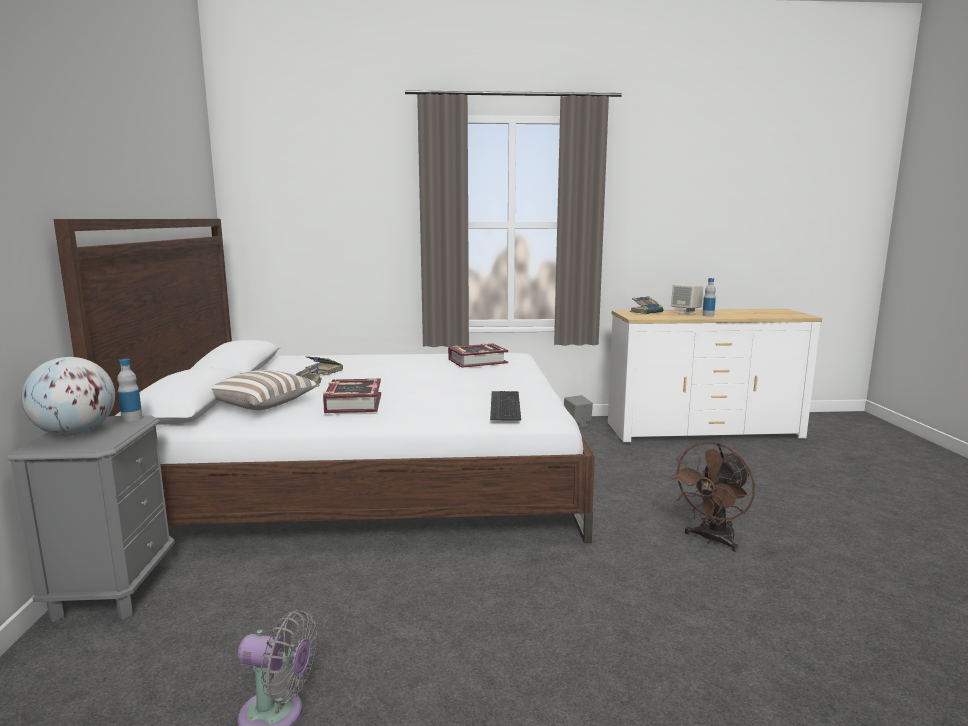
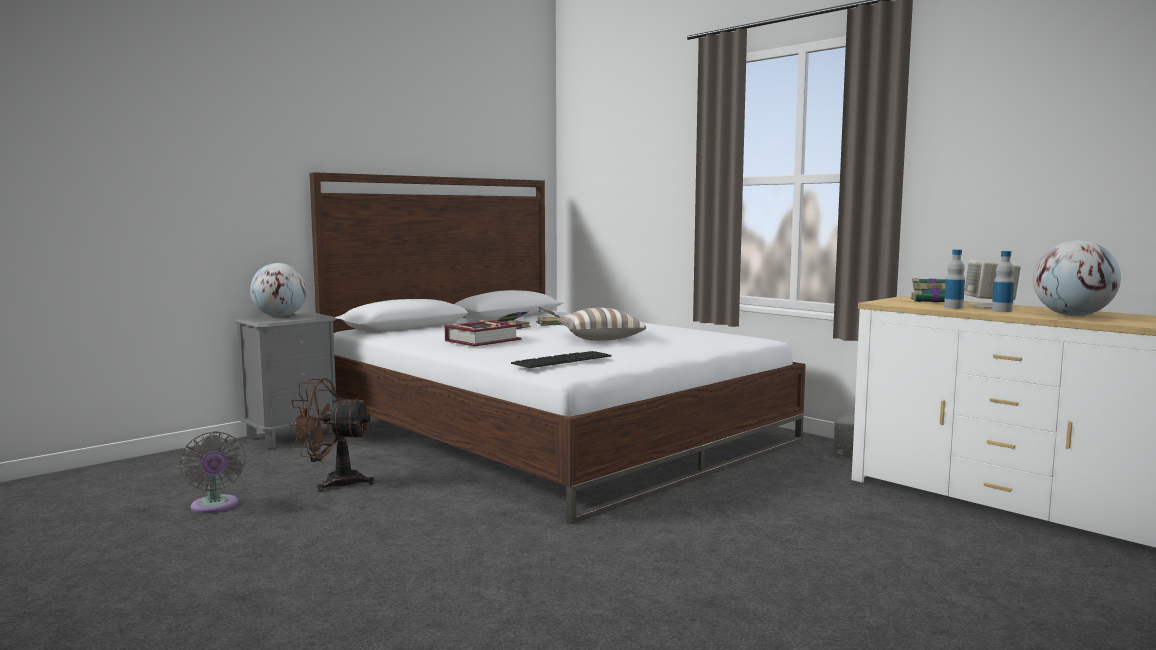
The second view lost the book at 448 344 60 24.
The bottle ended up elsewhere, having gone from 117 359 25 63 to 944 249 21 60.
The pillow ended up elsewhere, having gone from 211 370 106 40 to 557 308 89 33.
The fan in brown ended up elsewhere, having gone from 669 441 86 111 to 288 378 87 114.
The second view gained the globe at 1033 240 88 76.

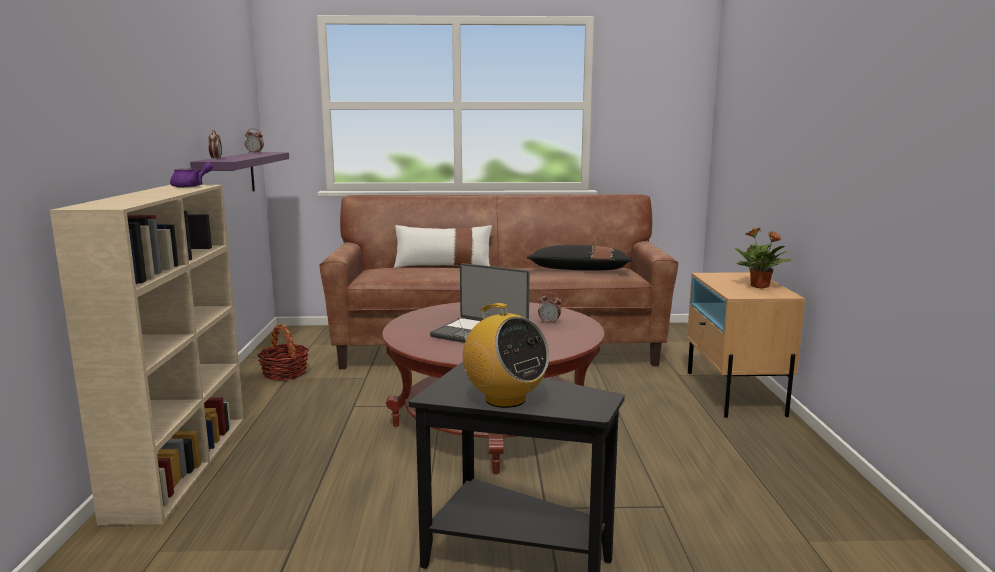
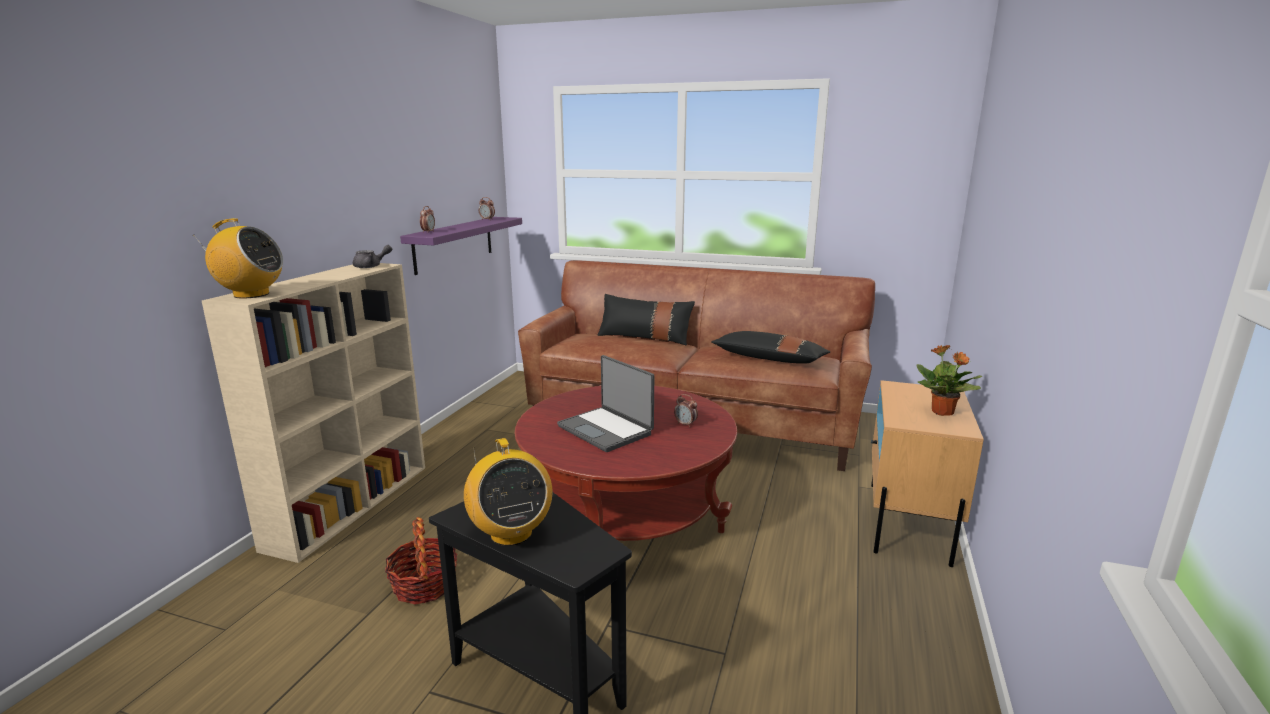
What was the teapot in purple at 170 162 43 26 turned into the teapot in grey at 353 245 39 23.
What was the pillow in white at 394 225 98 43 turned into the pillow in black at 597 294 98 52.
The basket ended up elsewhere, having gone from 257 324 52 57 to 385 517 72 88.
The second view gained the radio at 193 218 90 81.

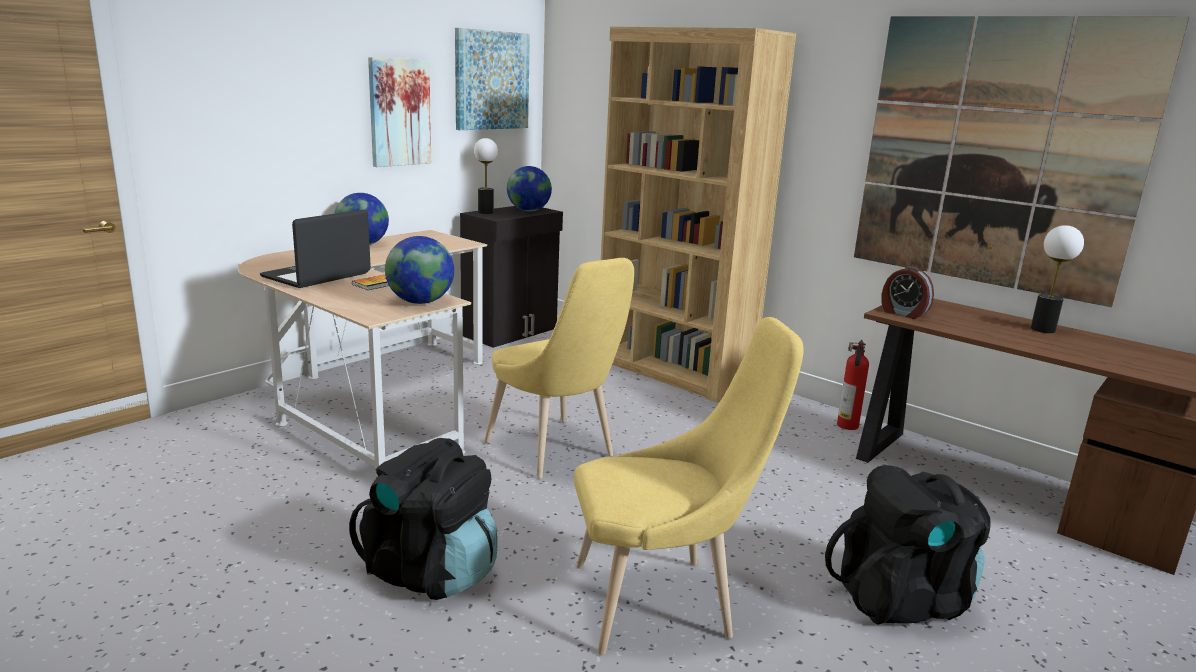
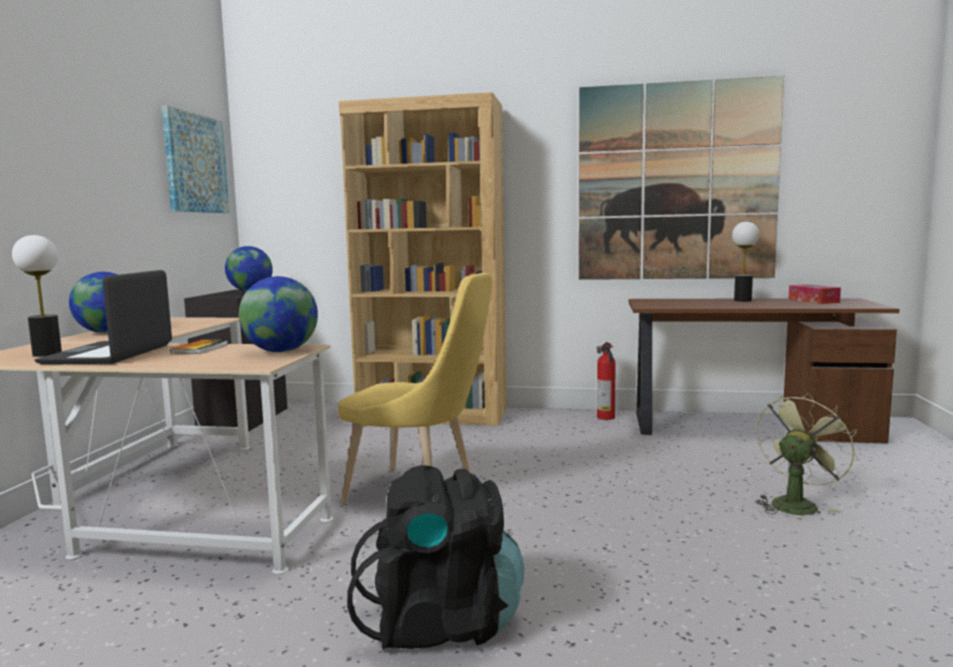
The second view lost the picture at 368 57 63 110.
The table lamp ended up elsewhere, having gone from 474 138 24 76 to 12 235 50 122.
The second view lost the alarm clock at 881 266 53 53.
The second view lost the chair in yellow at 574 317 229 338.
Where the backpack in black stood at 825 465 166 160, the fan in green came to stand at 755 392 102 123.
The second view gained the tissue box at 788 284 53 20.

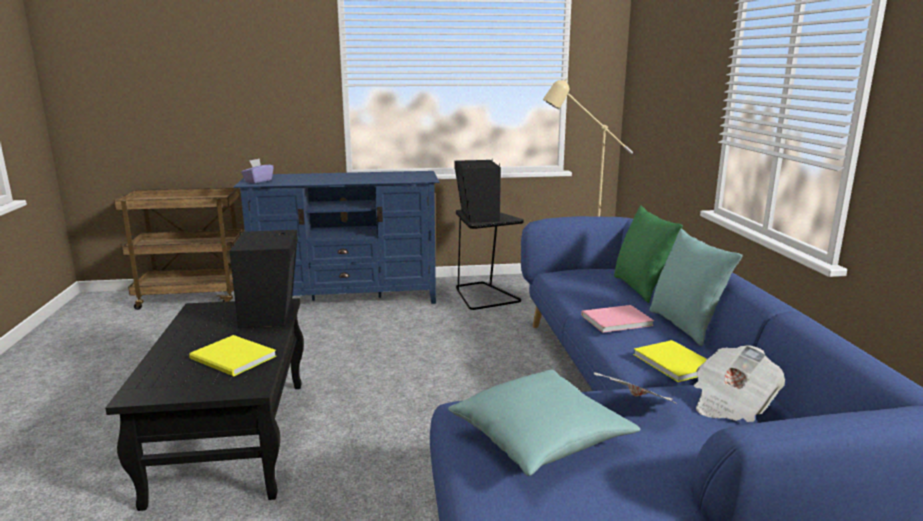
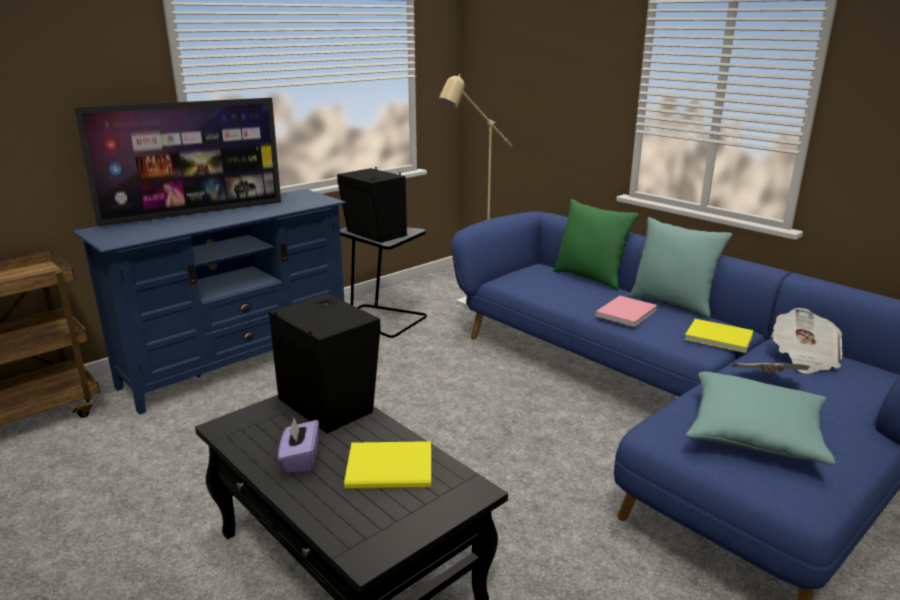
The tissue box in purple ended up elsewhere, having gone from 241 159 32 24 to 278 418 41 56.
The second view gained the television at 74 98 207 129.

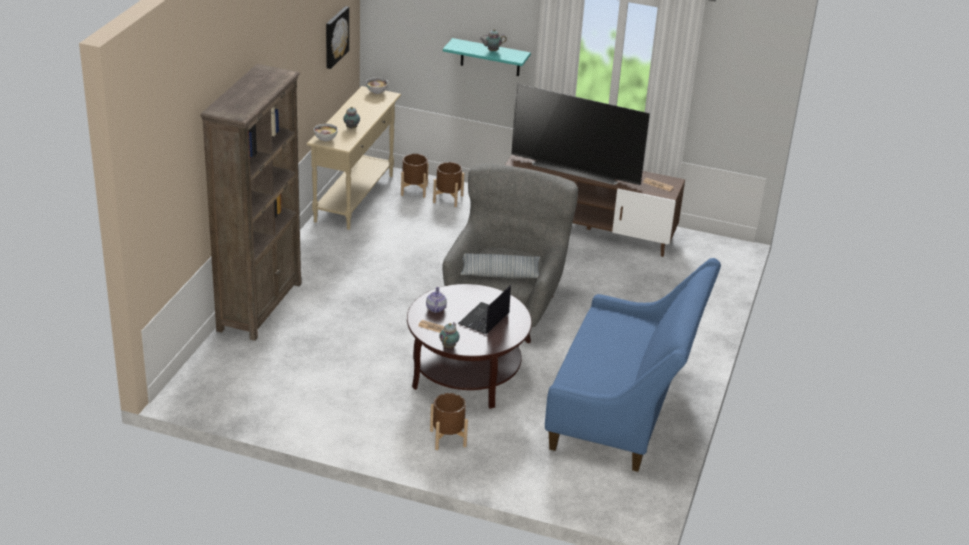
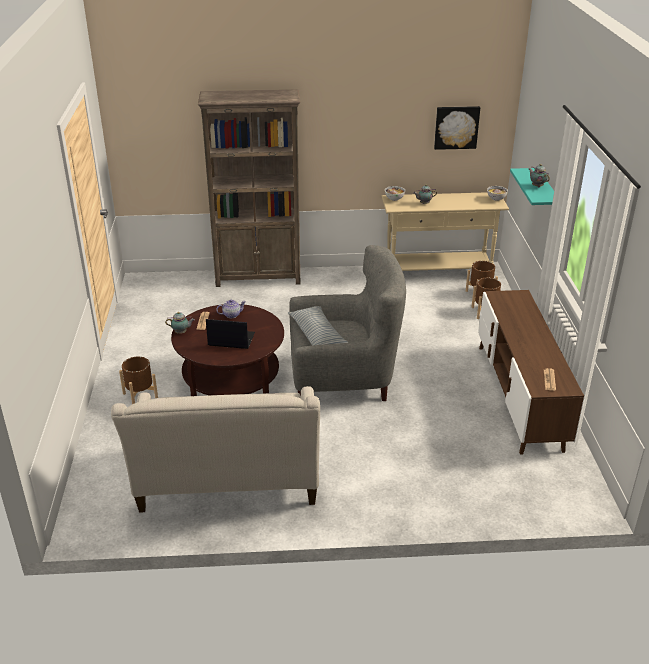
The second view lost the television at 511 84 139 101.
What was the sofa in blue at 545 258 176 214 turned into the sofa in beige at 111 386 209 127.

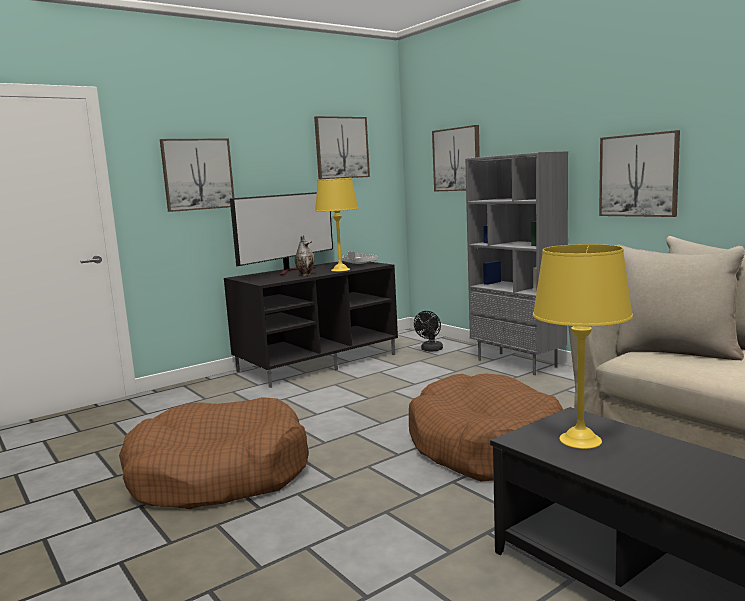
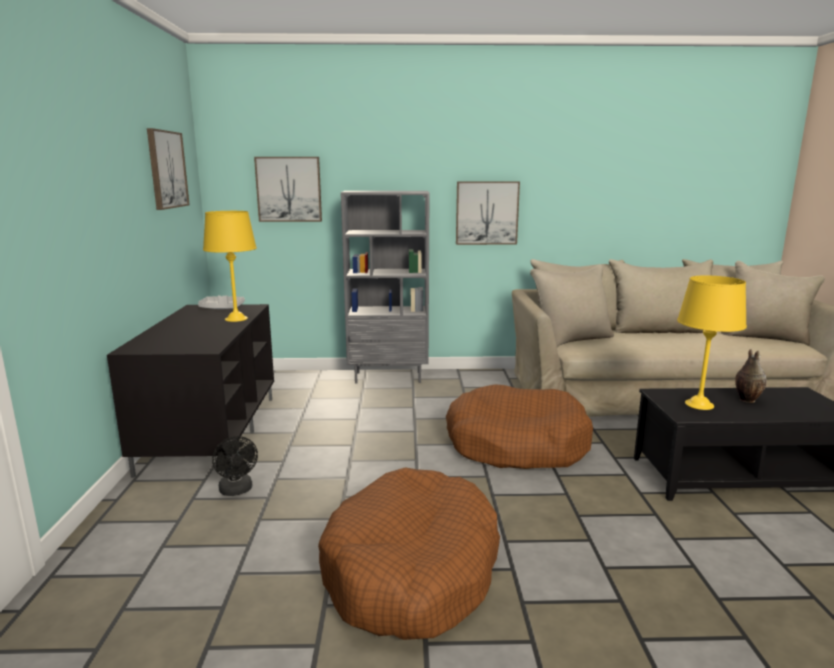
The second view lost the picture at 160 138 74 74.
The second view lost the television at 230 192 103 83.
The vase ended up elsewhere, having gone from 295 235 20 41 to 735 349 32 54.
The fan in black ended up elsewhere, having gone from 414 311 29 40 to 212 436 46 60.

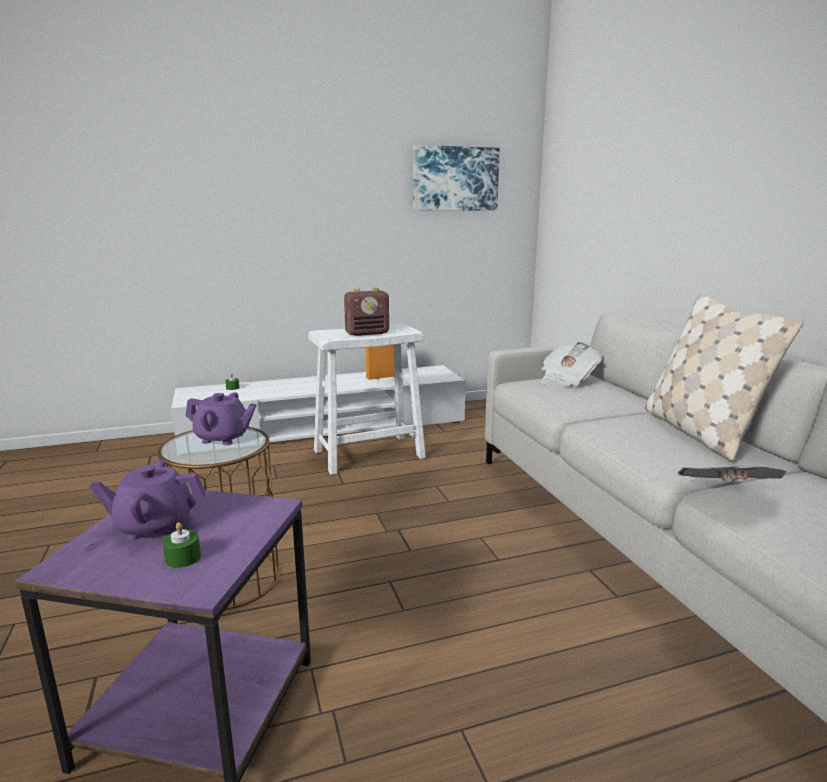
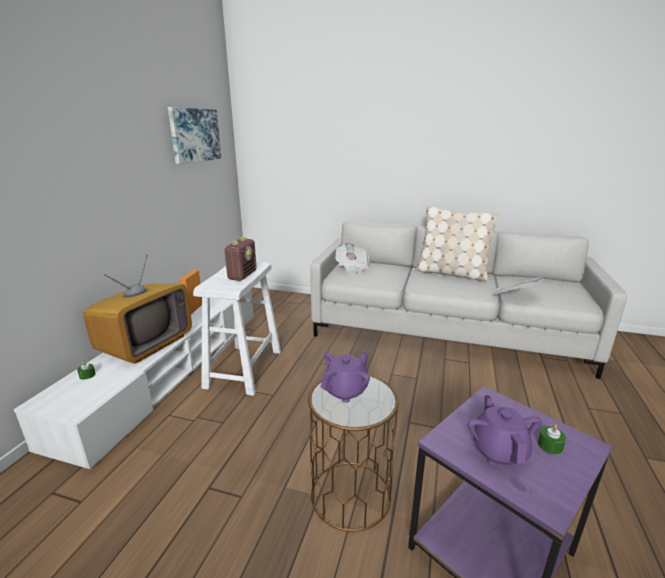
The teapot in purple at 90 459 116 81 ended up facing another way, 150 degrees clockwise from before.
The second view gained the television at 83 255 109 109.

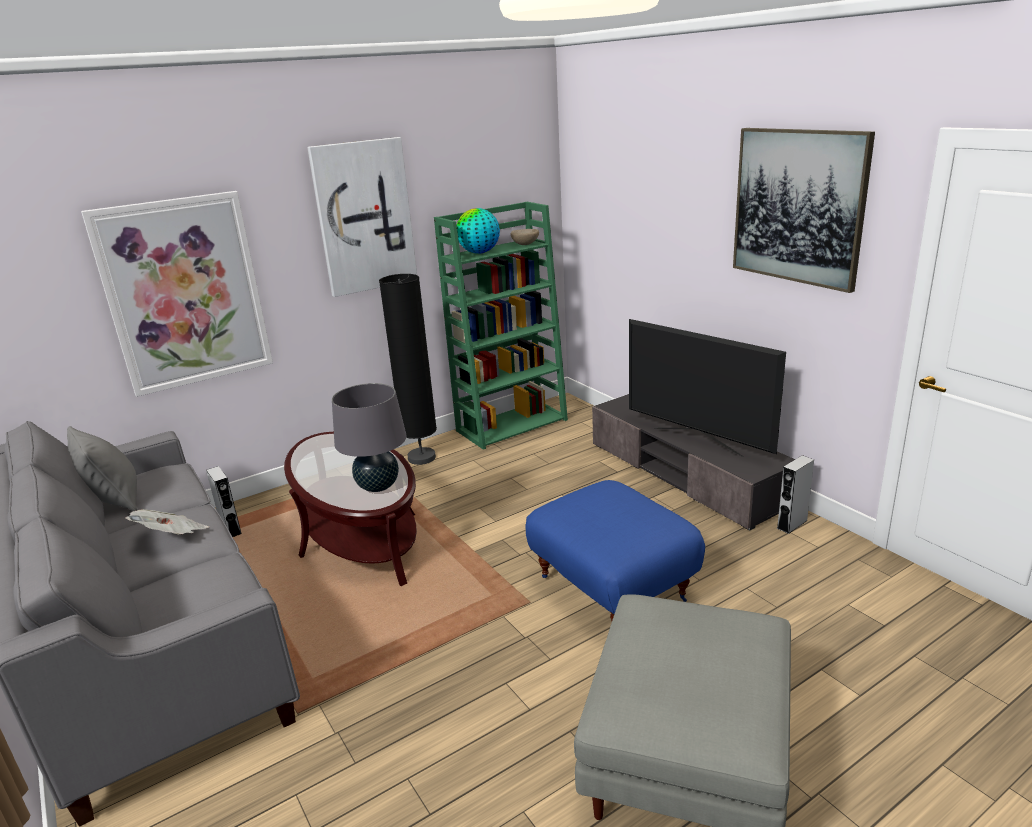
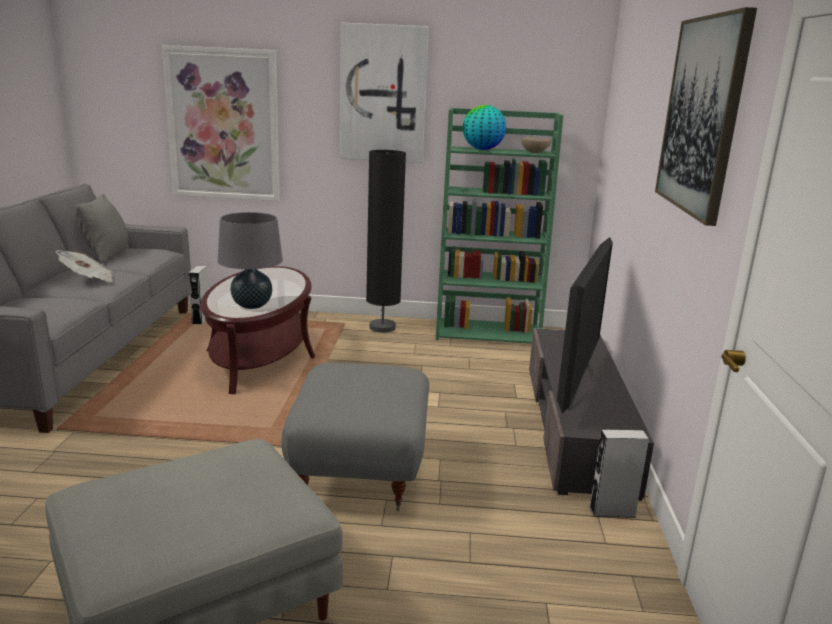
The television at 629 319 157 138 ended up facing another way, 150 degrees counterclockwise from before.
What was the ottoman in blue at 525 480 180 140 turned into the ottoman in grey at 282 363 147 148.

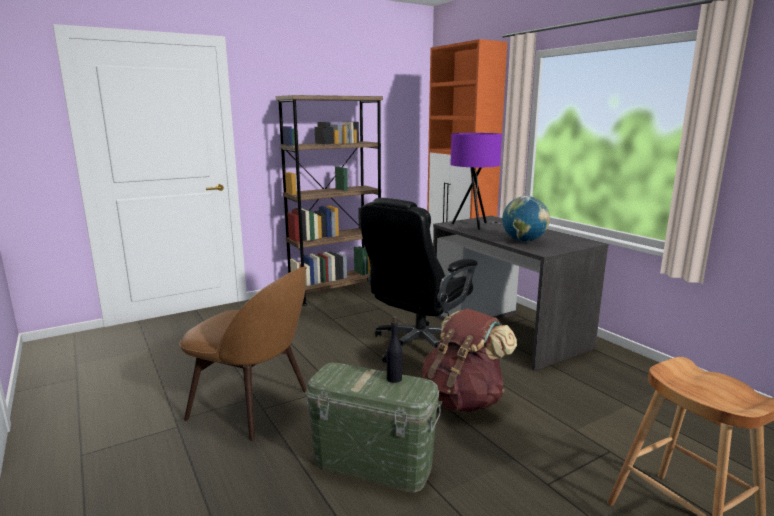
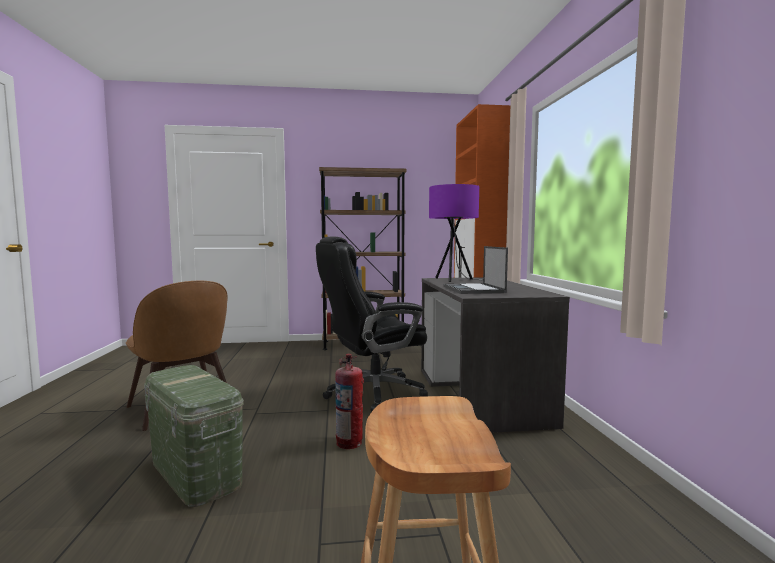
Where the globe stood at 502 196 48 46, the laptop came to stand at 444 246 64 48.
Where the backpack in brown stood at 422 309 95 103, the fire extinguisher came to stand at 335 354 29 95.
The second view lost the bottle in black at 387 316 15 67.

